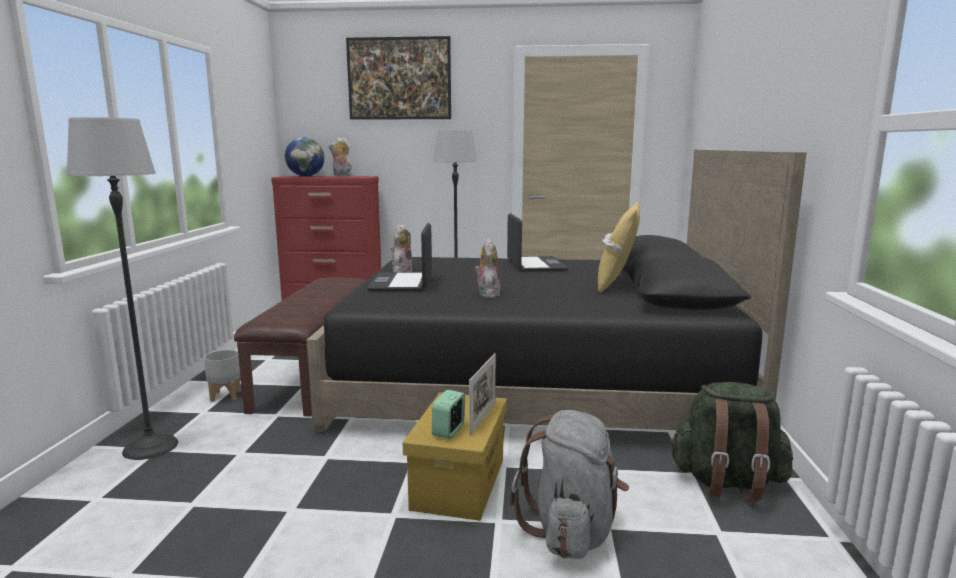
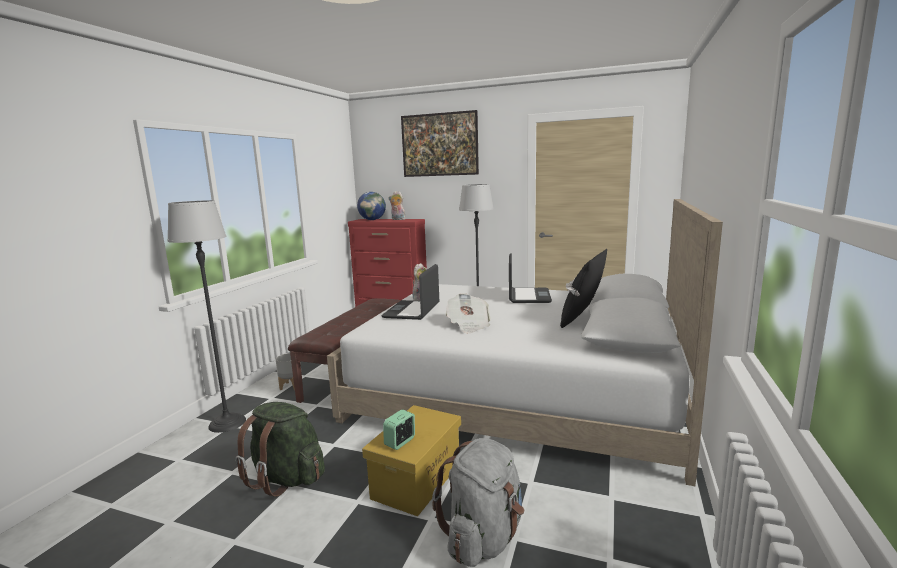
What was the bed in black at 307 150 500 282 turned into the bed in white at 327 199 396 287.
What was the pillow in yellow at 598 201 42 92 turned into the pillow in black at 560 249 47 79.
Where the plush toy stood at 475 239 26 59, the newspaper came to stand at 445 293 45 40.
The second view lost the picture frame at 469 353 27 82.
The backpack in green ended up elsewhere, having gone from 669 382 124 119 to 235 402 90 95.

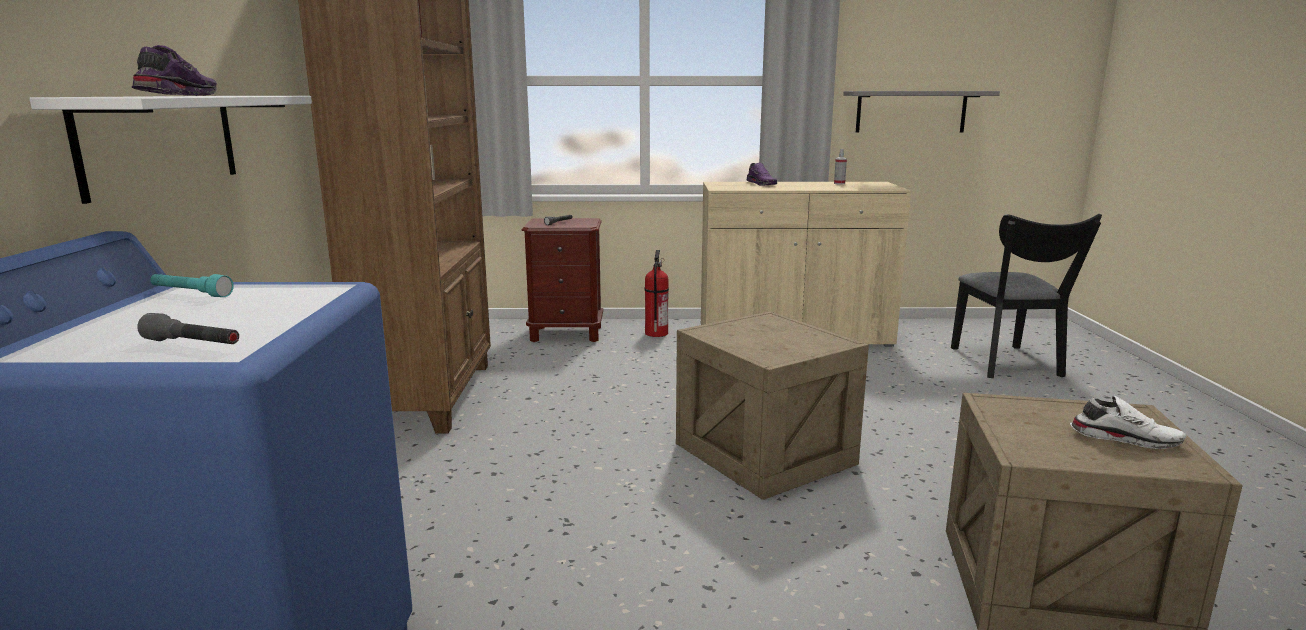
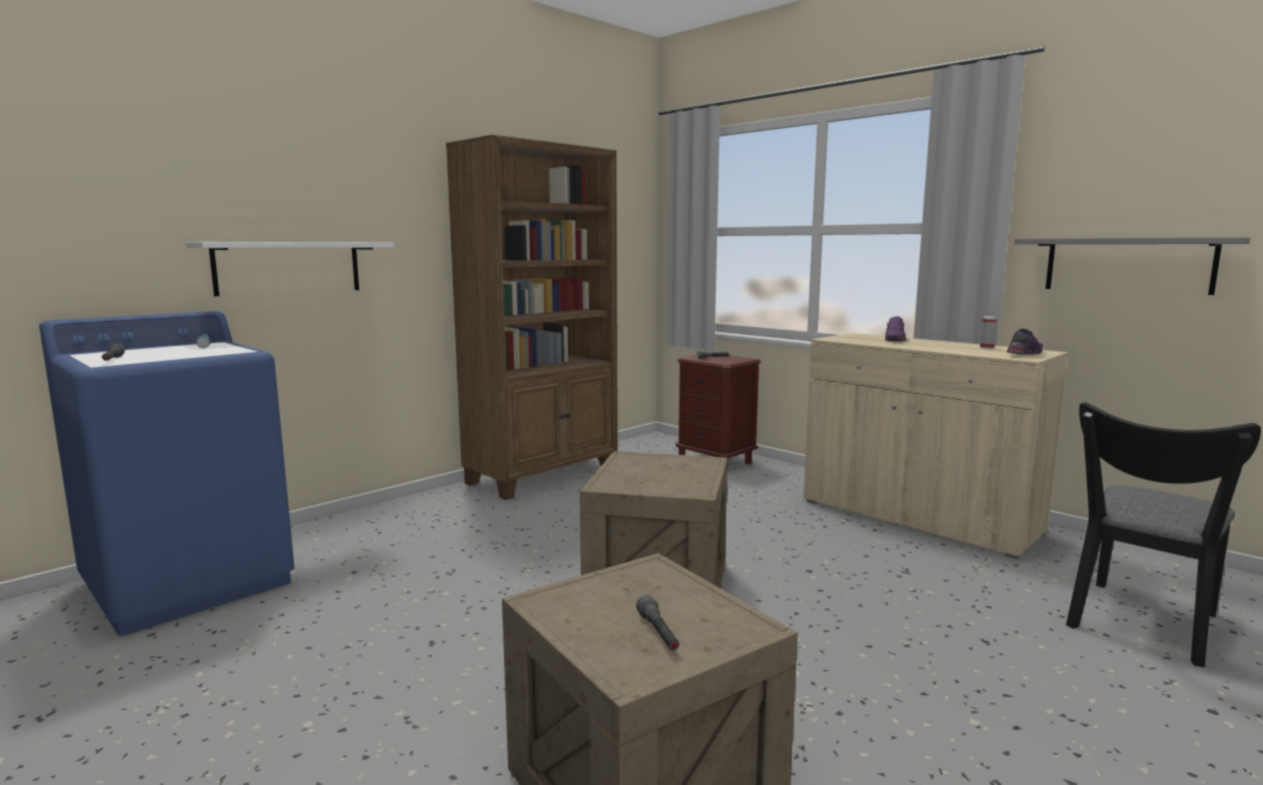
The shoe in purple ended up elsewhere, having gone from 132 45 85 51 to 1006 328 37 27.
The second view lost the fire extinguisher at 645 250 24 87.
Where the shoe in white stood at 1070 396 116 53, the flashlight in grey came to stand at 636 595 43 55.

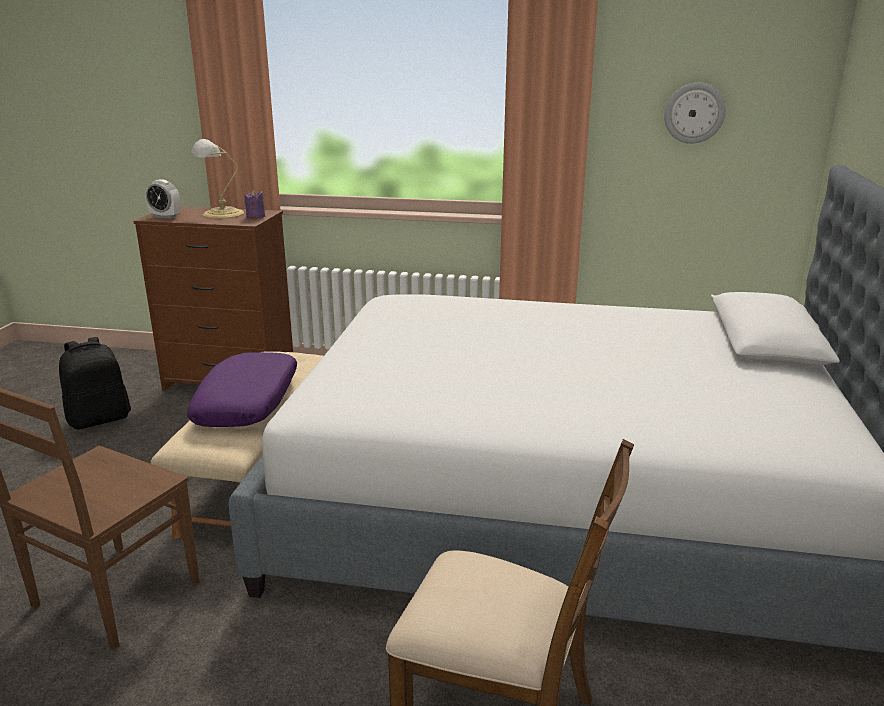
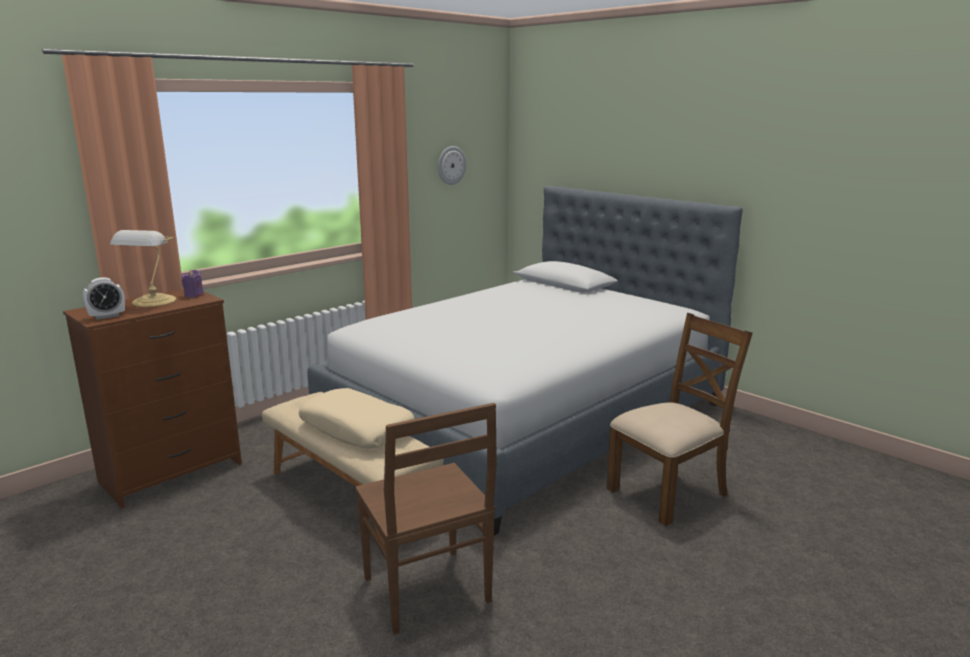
The second view lost the backpack in black at 59 337 72 93.
What was the pillow in purple at 187 352 110 75 turned into the pillow in beige at 299 388 116 60.

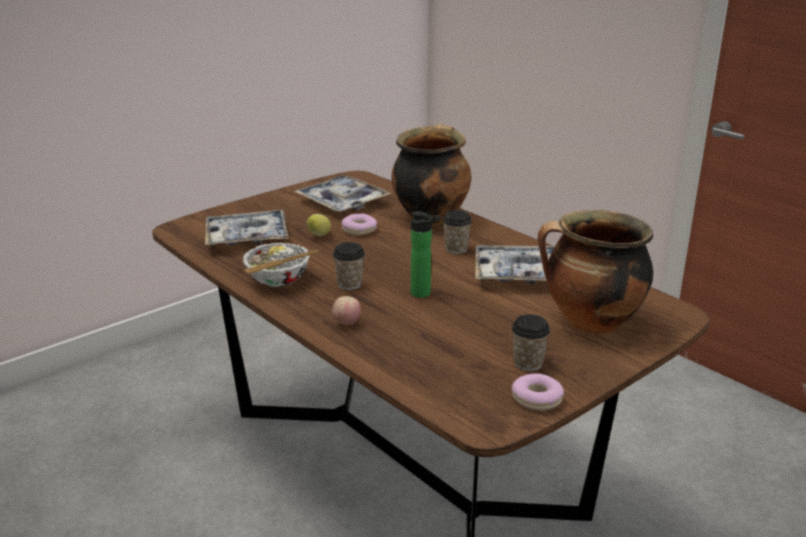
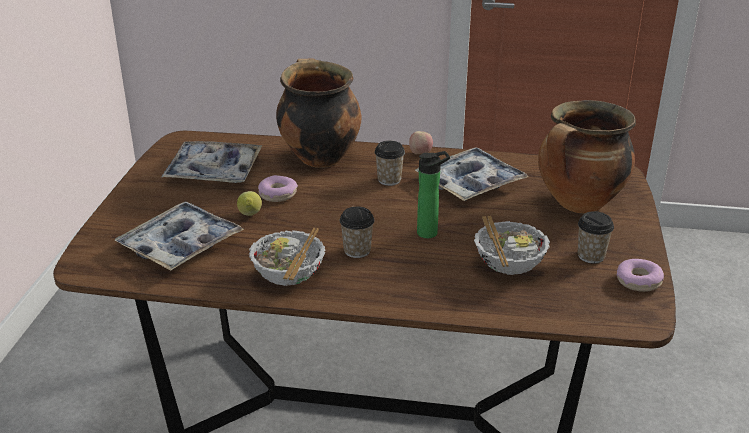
The apple ended up elsewhere, having gone from 332 296 29 29 to 409 131 24 23.
The second view gained the bowl at 474 216 76 59.

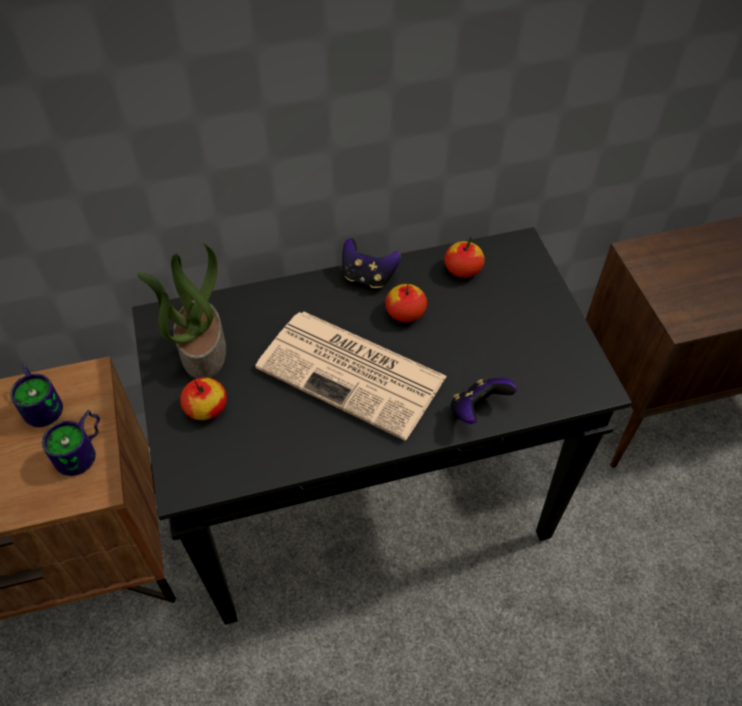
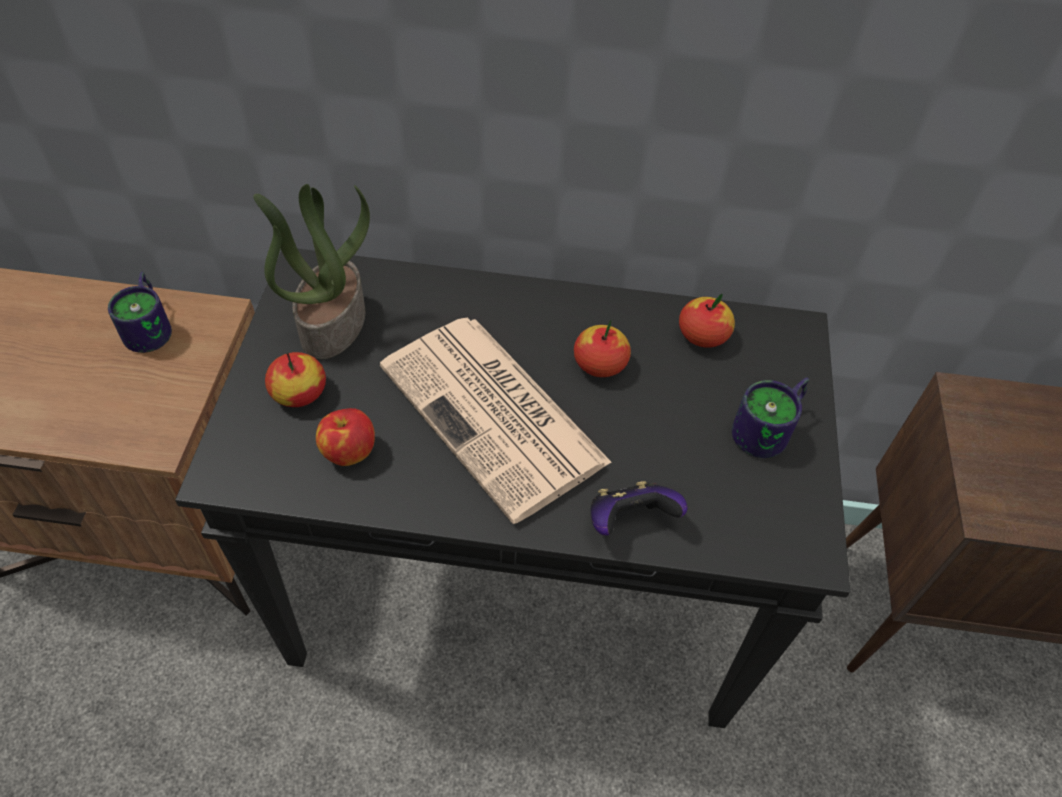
The second view lost the game controller at 342 238 59 50.
The mug ended up elsewhere, having gone from 42 410 58 66 to 732 377 77 81.
The second view gained the apple at 316 408 59 58.

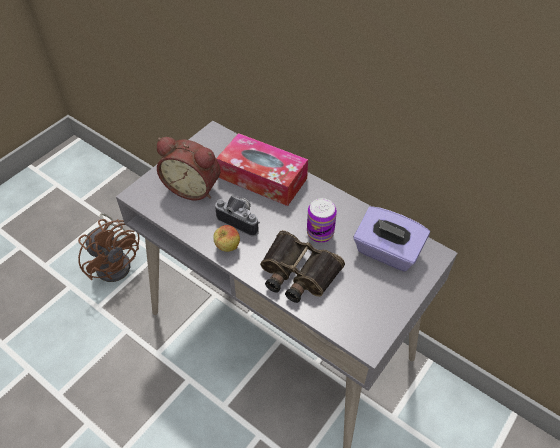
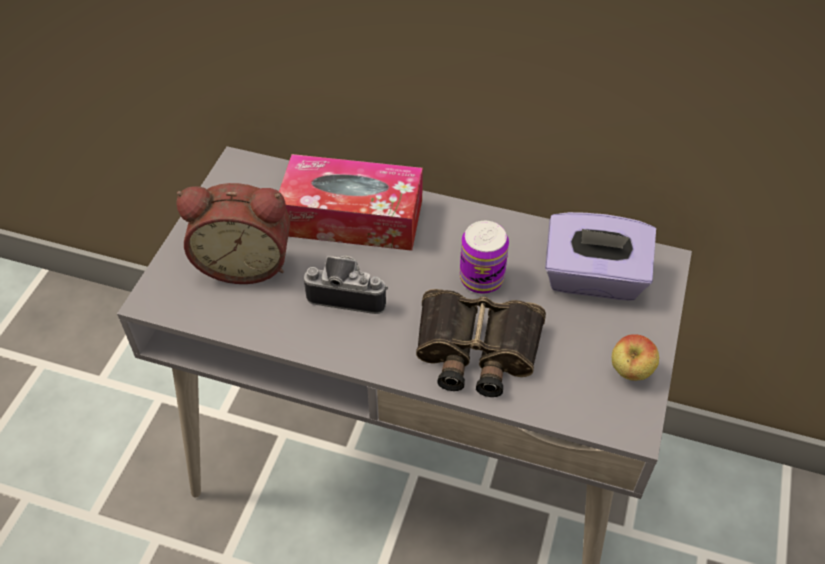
The second view lost the fan in brown at 78 213 62 69.
The apple ended up elsewhere, having gone from 213 225 27 27 to 612 334 47 47.

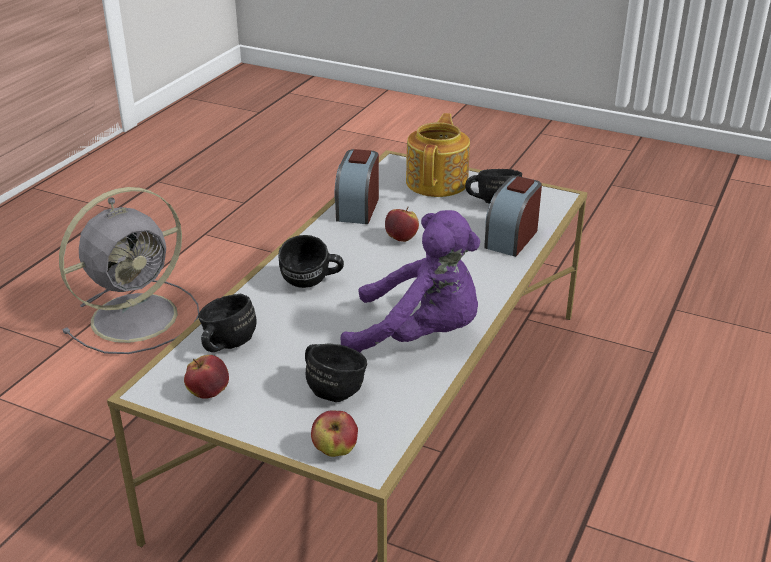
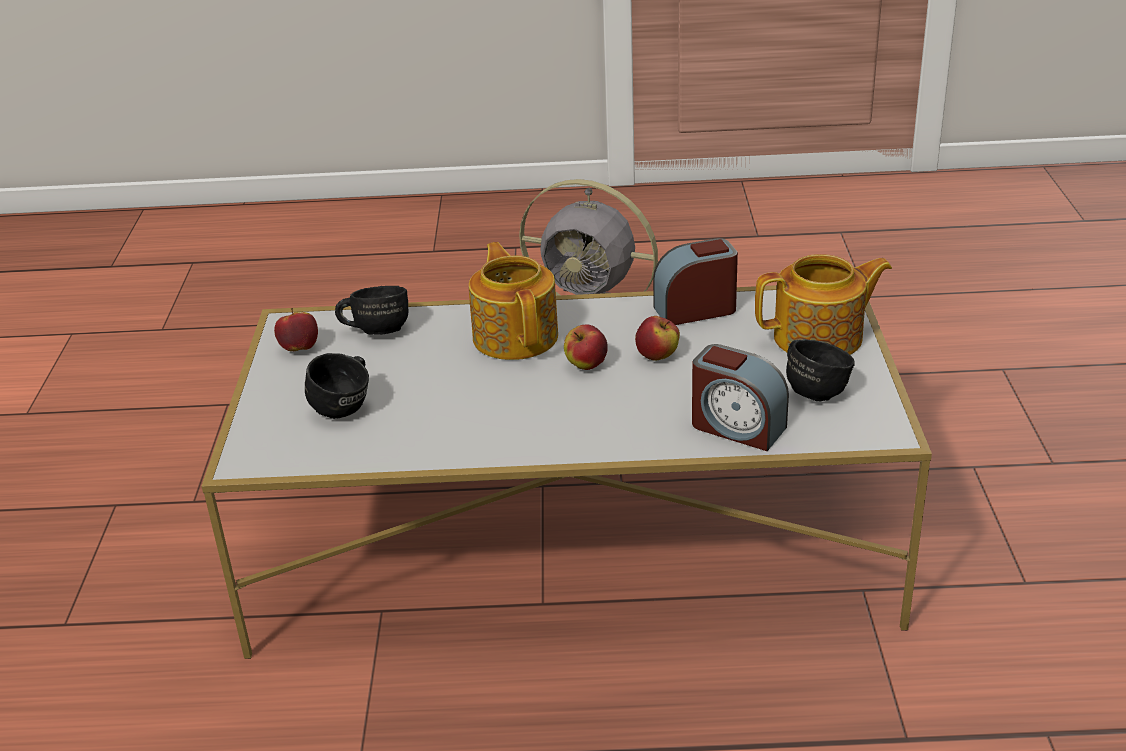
The alarm clock at 484 176 58 81 ended up facing another way, 150 degrees counterclockwise from before.
The second view lost the plush toy in purple at 341 210 139 142.
Where the mug in black stood at 278 235 66 53, the teapot came to stand at 469 242 89 118.
The apple ended up elsewhere, having gone from 311 410 47 47 to 564 325 44 45.

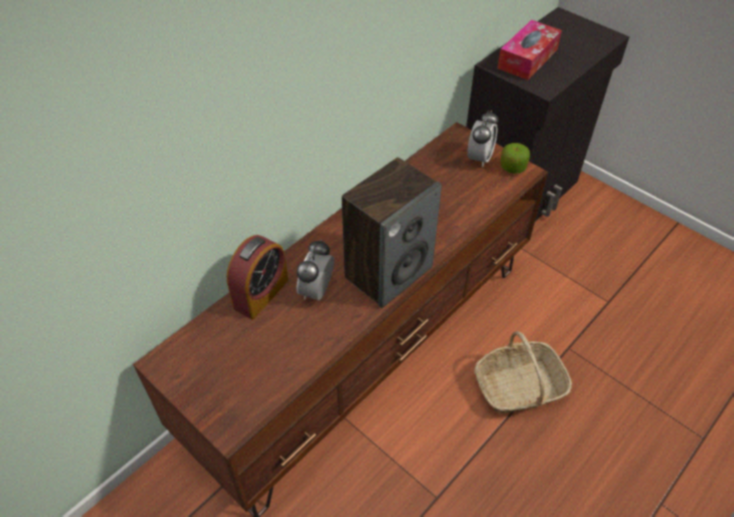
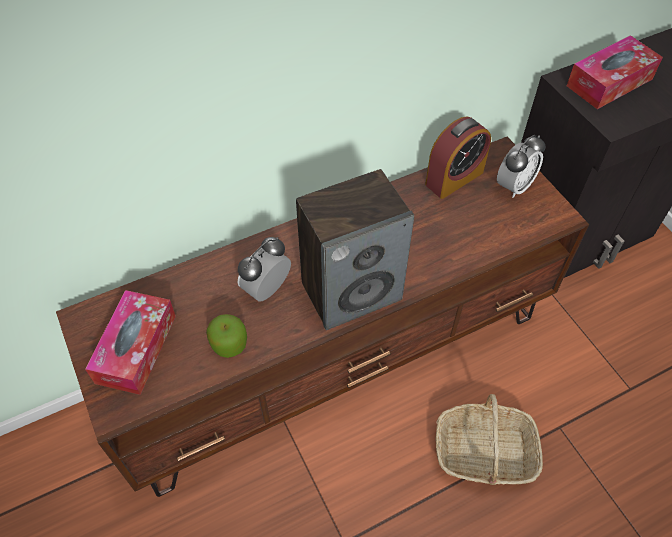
The apple ended up elsewhere, having gone from 501 143 29 31 to 206 314 41 44.
The alarm clock ended up elsewhere, having gone from 226 235 62 84 to 425 117 66 82.
The second view gained the tissue box at 85 290 91 105.

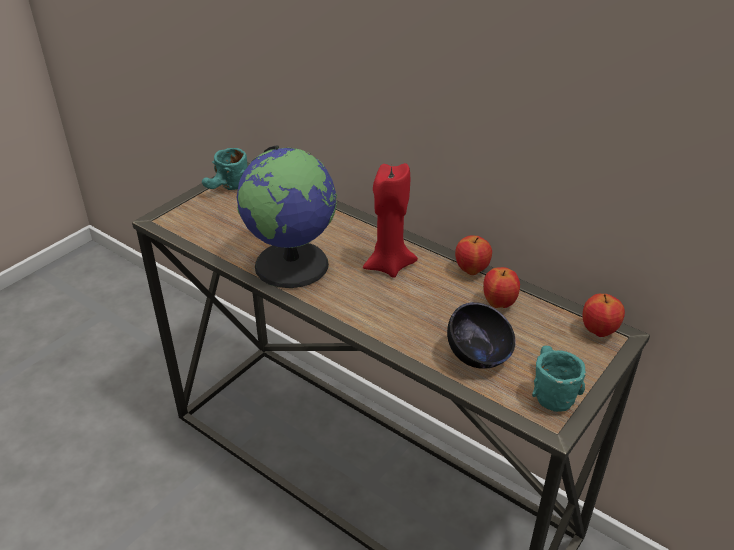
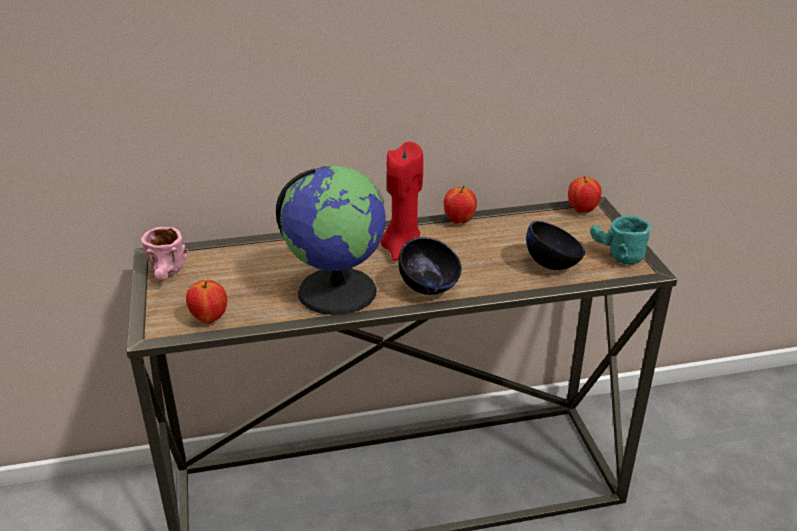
What was the mug in turquoise at 202 148 46 42 turned into the mug in pink at 141 227 48 53.
The apple ended up elsewhere, having gone from 483 267 37 41 to 186 280 41 44.
The second view gained the bowl in black at 398 237 64 58.

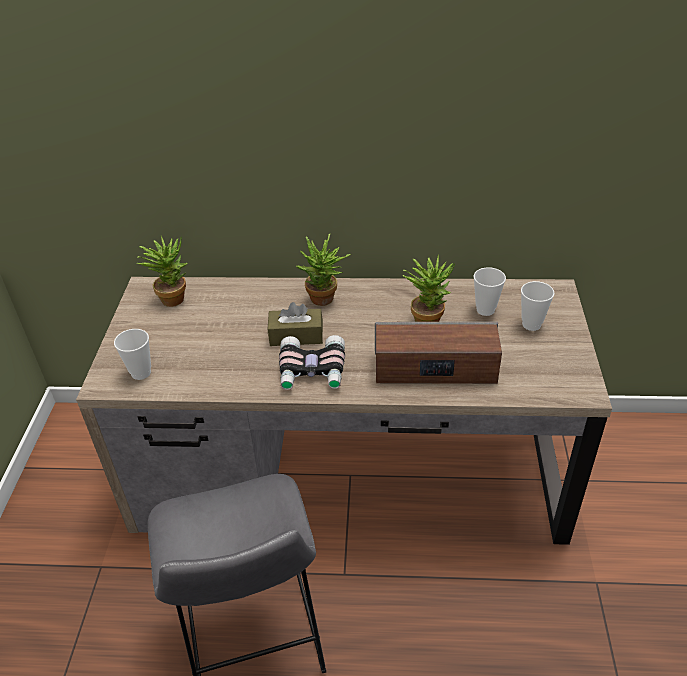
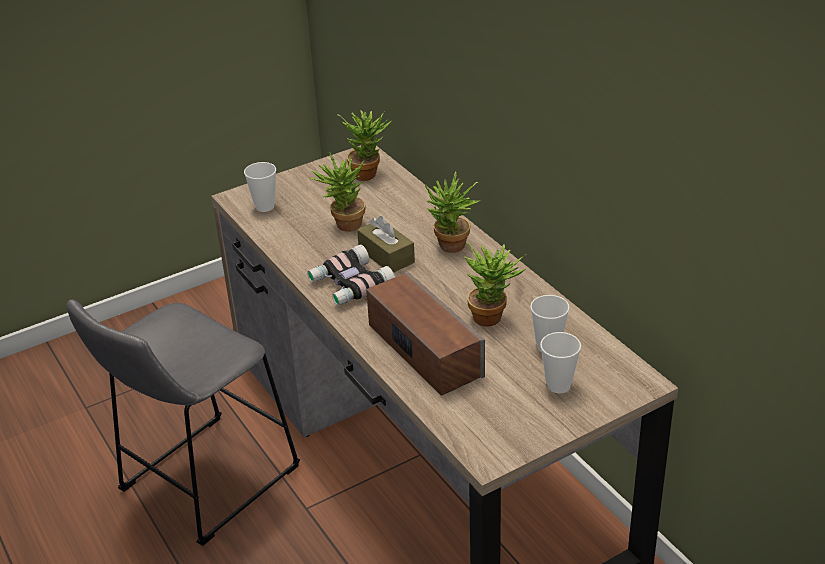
The second view gained the potted plant at 309 152 56 80.

